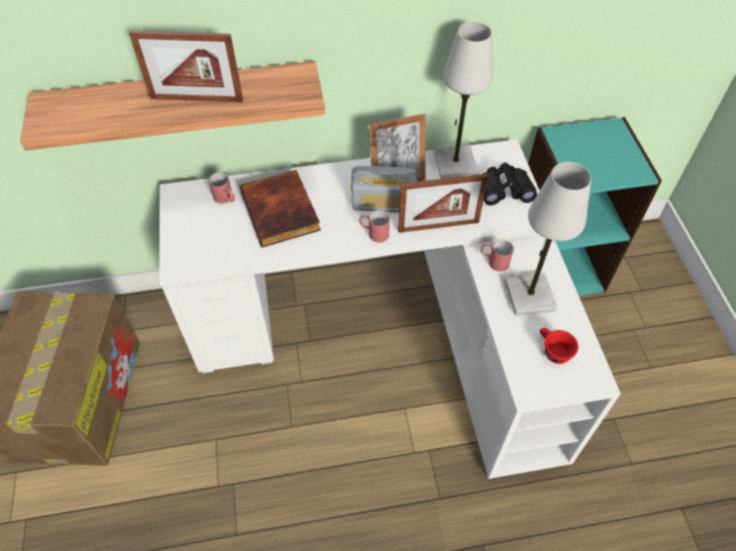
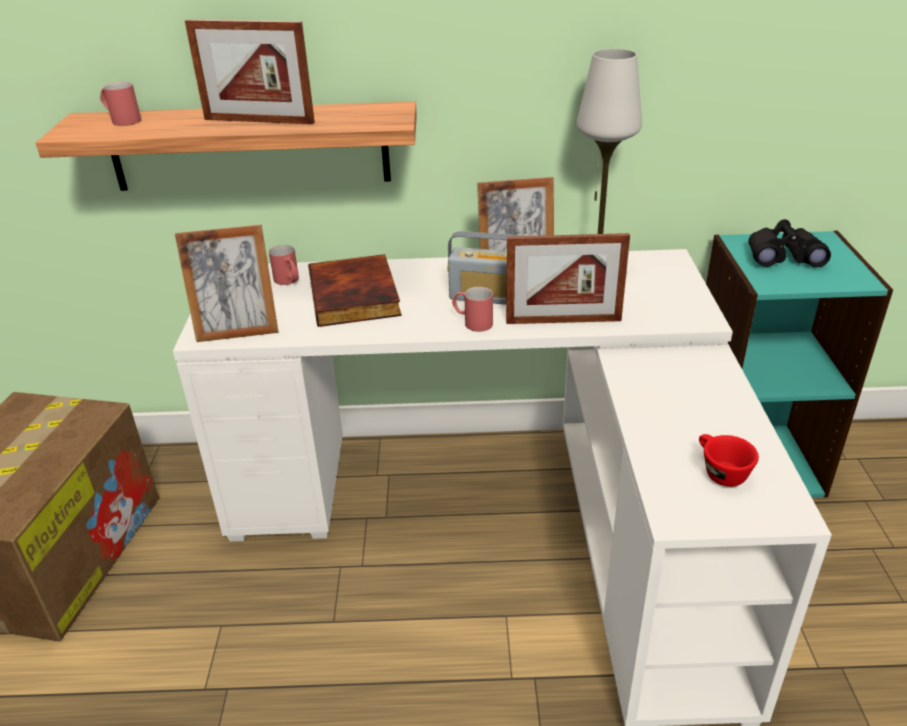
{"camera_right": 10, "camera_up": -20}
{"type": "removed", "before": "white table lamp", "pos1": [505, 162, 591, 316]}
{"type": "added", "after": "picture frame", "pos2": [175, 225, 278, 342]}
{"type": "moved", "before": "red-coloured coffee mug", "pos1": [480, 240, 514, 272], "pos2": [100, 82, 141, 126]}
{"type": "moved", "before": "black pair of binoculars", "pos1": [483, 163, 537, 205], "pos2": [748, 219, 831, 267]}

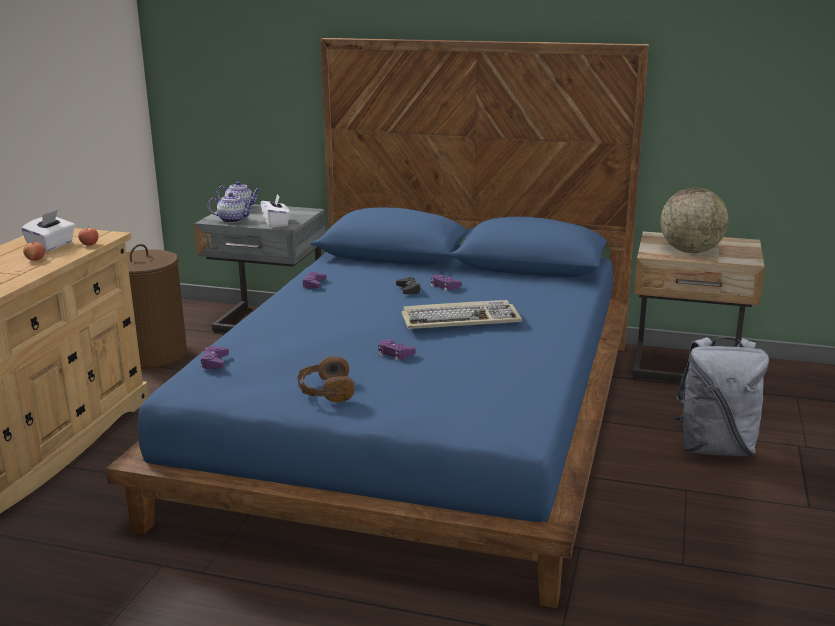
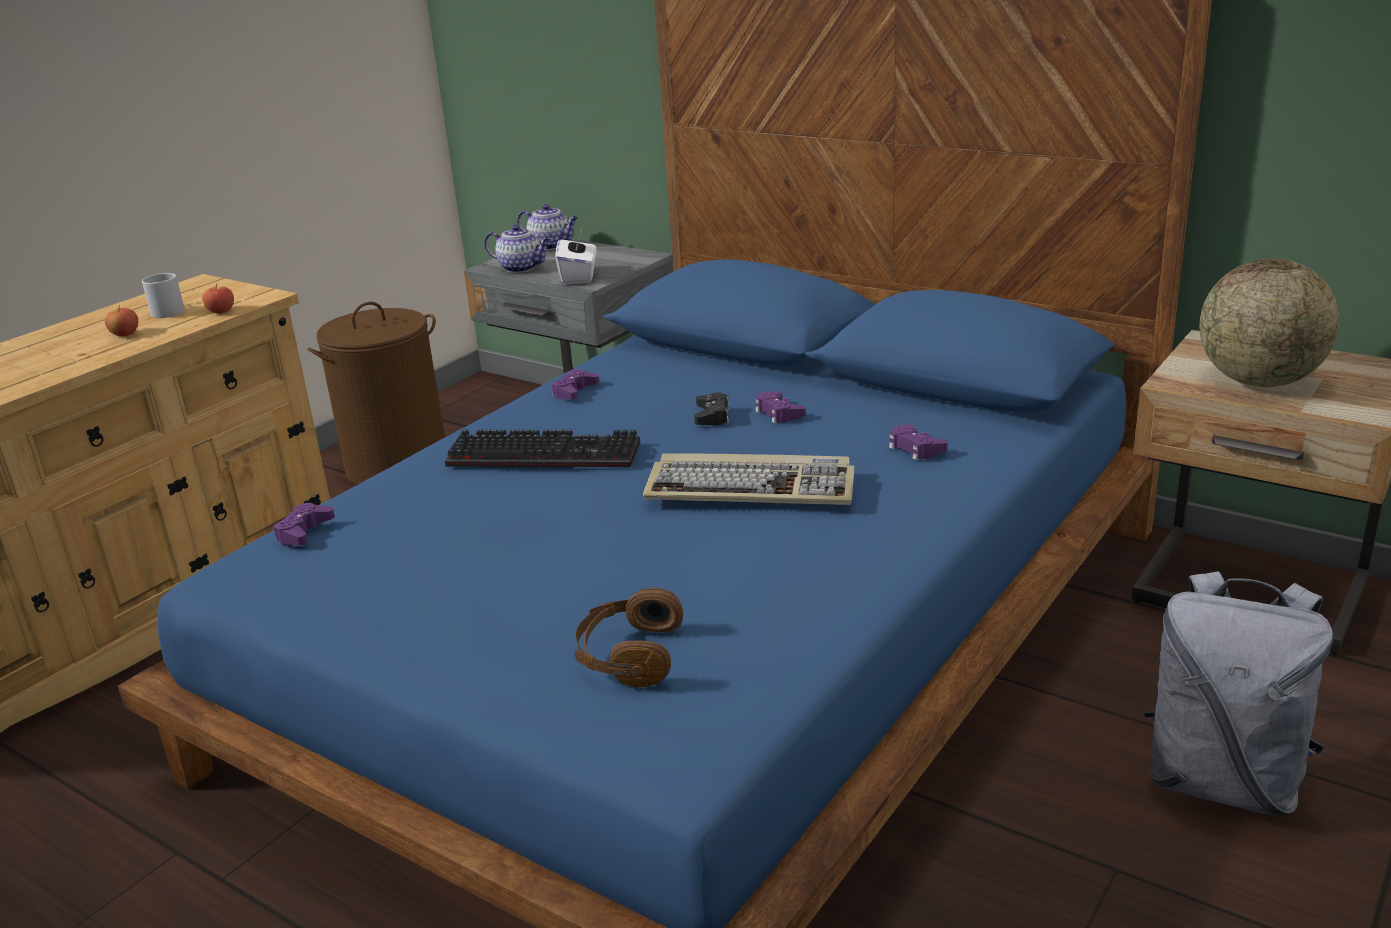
{"camera_right": 20, "camera_up": 5}
{"type": "added", "after": "keyboard", "pos2": [445, 430, 640, 468]}
{"type": "moved", "before": "brownish pair of headphones", "pos1": [298, 356, 355, 402], "pos2": [574, 588, 683, 687]}
{"type": "moved", "before": "purplish joypad", "pos1": [378, 340, 416, 361], "pos2": [889, 424, 948, 460]}
{"type": "replaced", "before": "white tissue box", "after": "white coffee mug", "pos1": [21, 210, 75, 252], "pos2": [142, 273, 185, 318]}

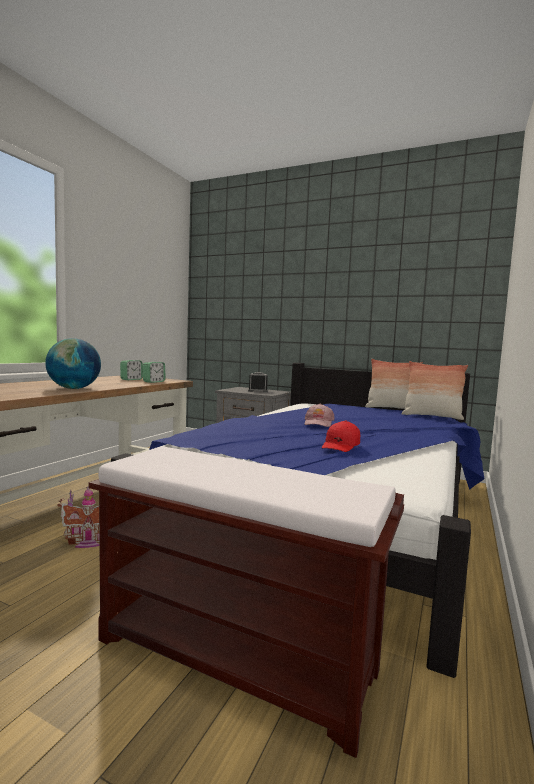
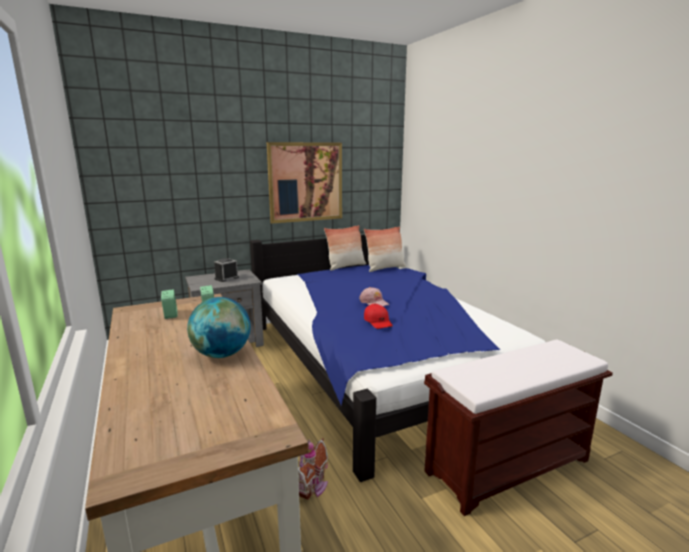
{"camera_right": -50, "camera_up": 10}
{"type": "added", "after": "wall picture", "pos2": [267, 142, 342, 223]}
{"type": "moved", "before": "red-coloured peaked cap", "pos1": [322, 420, 360, 452], "pos2": [364, 304, 393, 329]}

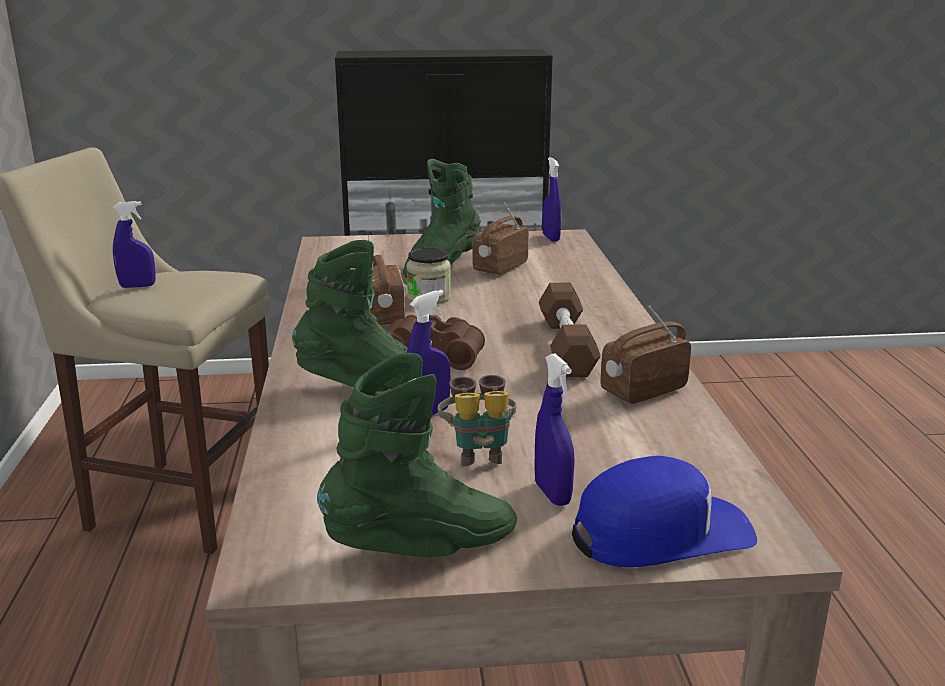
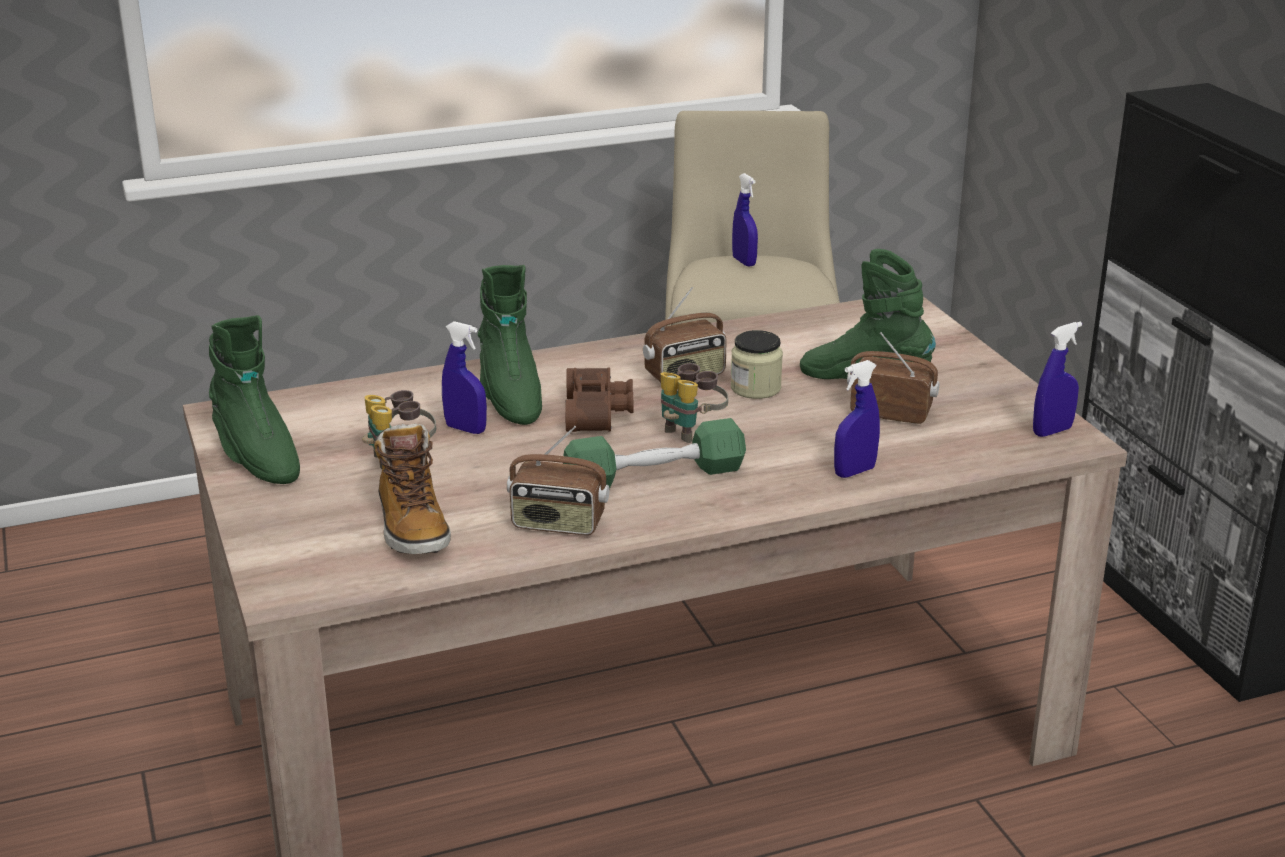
{"camera_right": 75, "camera_up": 5}
{"type": "removed", "before": "bluish peaked cap", "pos1": [572, 456, 757, 567]}
{"type": "added", "after": "tall boot", "pos2": [374, 423, 451, 554]}
{"type": "added", "after": "pair of binoculars", "pos2": [661, 363, 728, 443]}
{"type": "moved", "before": "bluish spray bottle", "pos1": [535, 353, 575, 506], "pos2": [834, 360, 880, 478]}
{"type": "recoloured", "before": "brownish dumbbell", "after": "greenish dumbbell", "pos1": [539, 283, 601, 377], "pos2": [563, 418, 746, 489]}
{"type": "turned", "before": "radio set", "pos1": [601, 306, 691, 404], "pos2": [507, 426, 609, 535], "turn": 150}

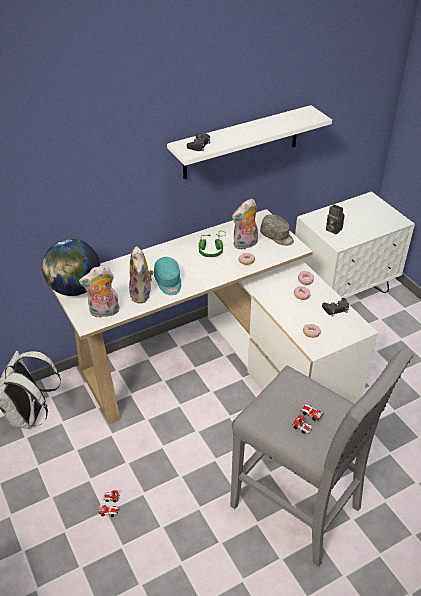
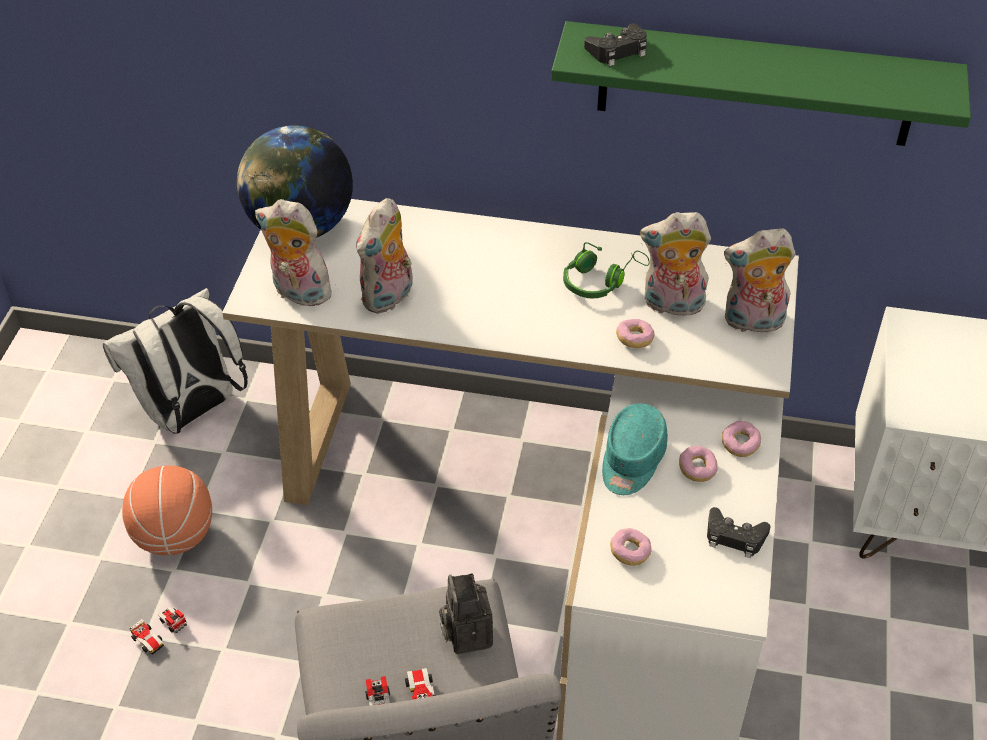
{"camera_right": 40, "camera_up": 5}
{"type": "added", "after": "basketball ball", "pos2": [122, 465, 212, 555]}
{"type": "moved", "before": "turquoise-coloured peaked cap", "pos1": [154, 257, 181, 295], "pos2": [602, 404, 668, 495]}
{"type": "moved", "before": "still camera", "pos1": [326, 204, 345, 234], "pos2": [439, 574, 493, 654]}
{"type": "replaced", "before": "grey peaked cap", "after": "soft toy", "pos1": [260, 214, 294, 246], "pos2": [724, 228, 796, 337]}
{"type": "recoloured", "before": "white wall shelf", "after": "greenish wall shelf", "pos1": [167, 105, 332, 179], "pos2": [551, 21, 971, 146]}

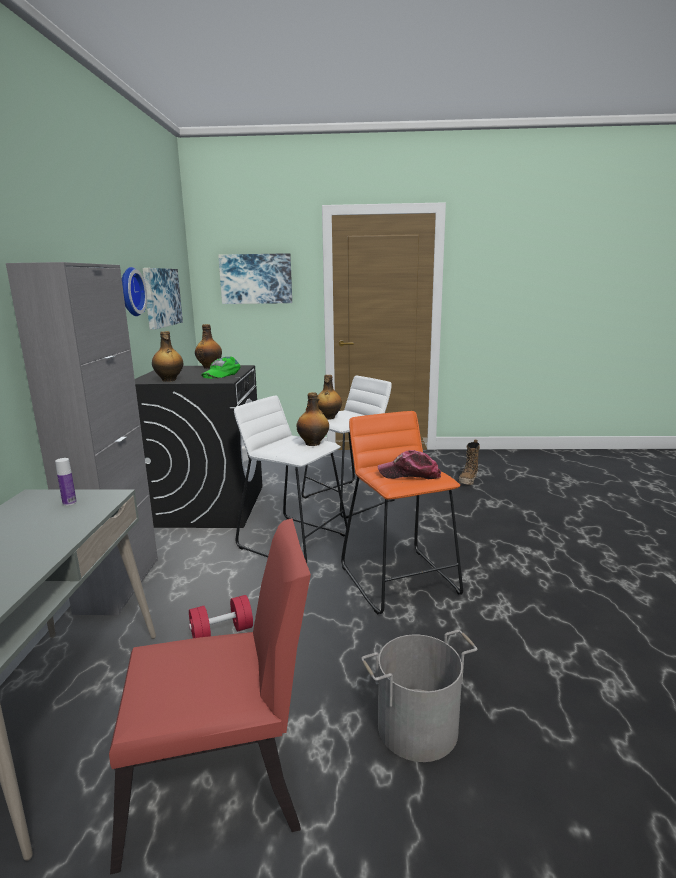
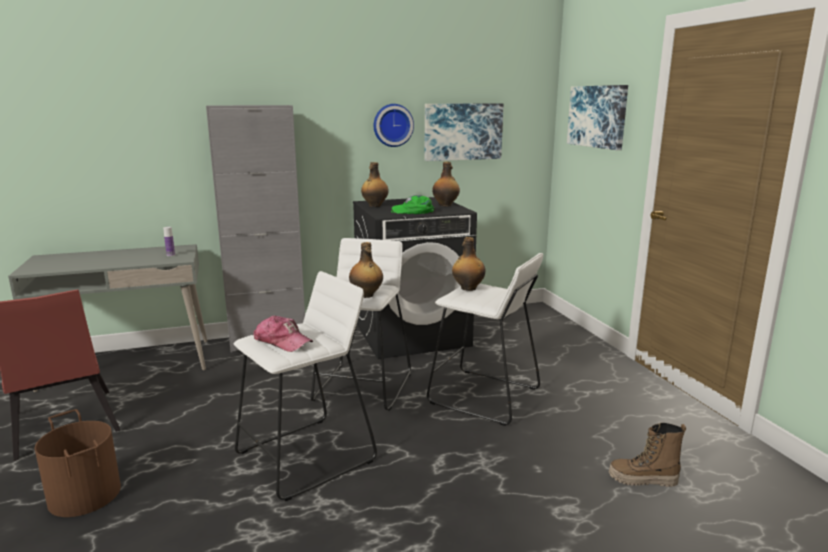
{"camera_right": 70, "camera_up": 0}
{"type": "removed", "before": "red-coloured dumbbell", "pos1": [189, 595, 253, 638]}
{"type": "recoloured", "before": "orange-coloured stool seat", "after": "white stool seat", "pos1": [341, 411, 463, 614], "pos2": [233, 271, 377, 501]}
{"type": "recoloured", "before": "grey bucket", "after": "brownish bucket", "pos1": [361, 630, 477, 762], "pos2": [35, 409, 121, 517]}
{"type": "turned", "before": "peaked cap", "pos1": [378, 450, 441, 479], "pos2": [253, 315, 313, 352], "turn": 135}

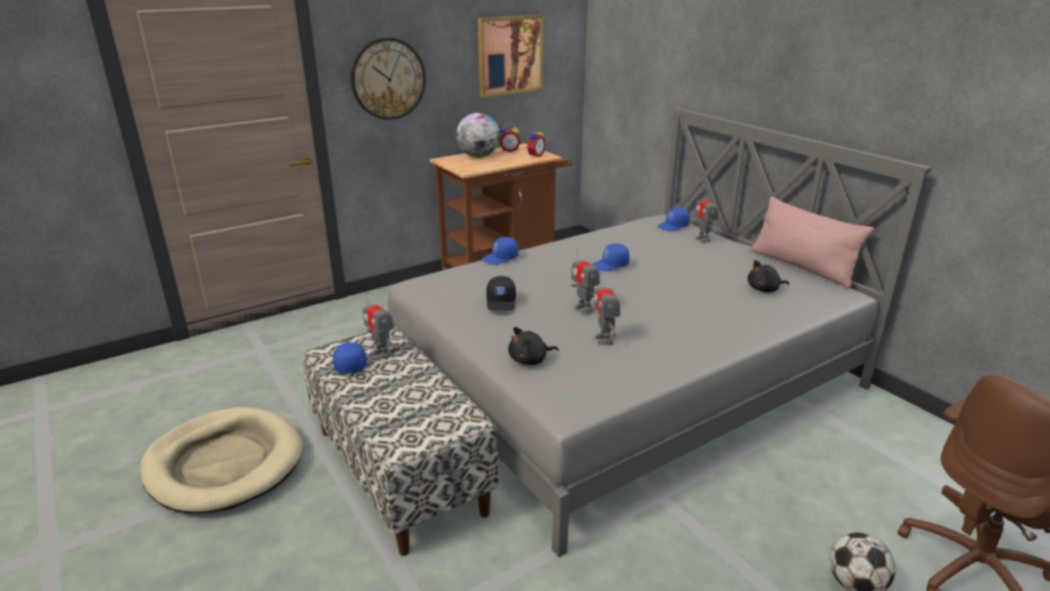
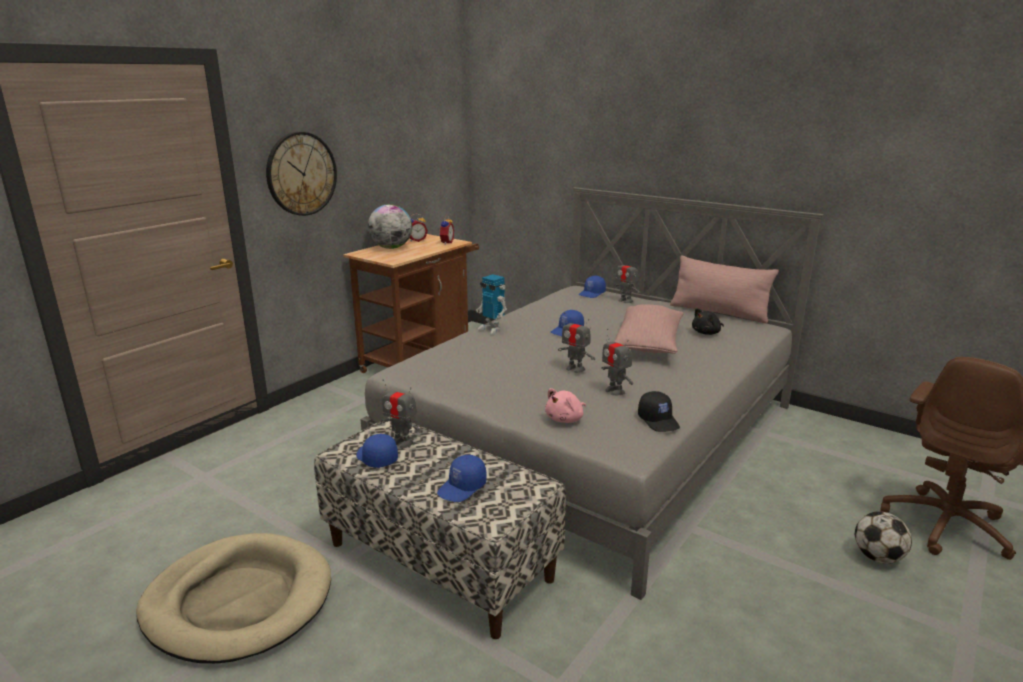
{"camera_right": -20, "camera_up": -5}
{"type": "removed", "before": "wall picture", "pos1": [478, 15, 543, 97]}
{"type": "added", "after": "toy robot", "pos2": [476, 274, 507, 335]}
{"type": "added", "after": "pink cushion", "pos2": [614, 304, 684, 354]}
{"type": "moved", "before": "bluish peaked cap", "pos1": [482, 237, 518, 265], "pos2": [437, 455, 487, 502]}
{"type": "moved", "before": "black peaked cap", "pos1": [486, 276, 516, 311], "pos2": [638, 391, 680, 432]}
{"type": "recoloured", "before": "black soft toy", "after": "pink soft toy", "pos1": [508, 327, 559, 365], "pos2": [545, 388, 586, 423]}

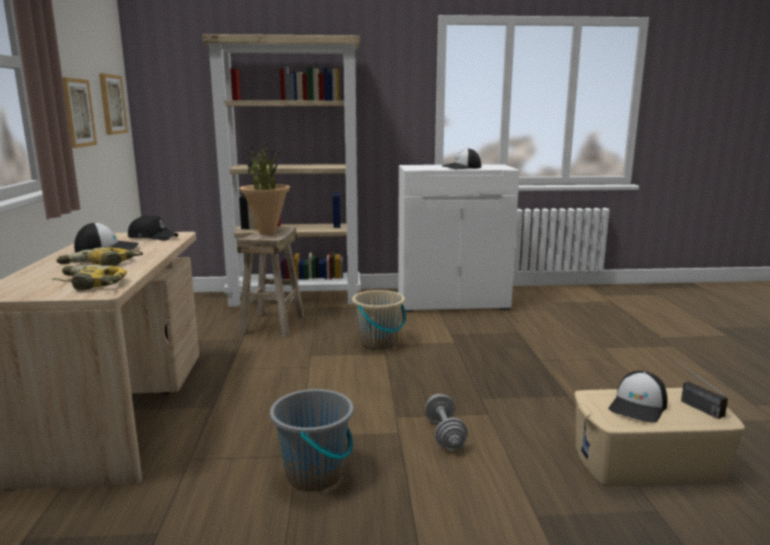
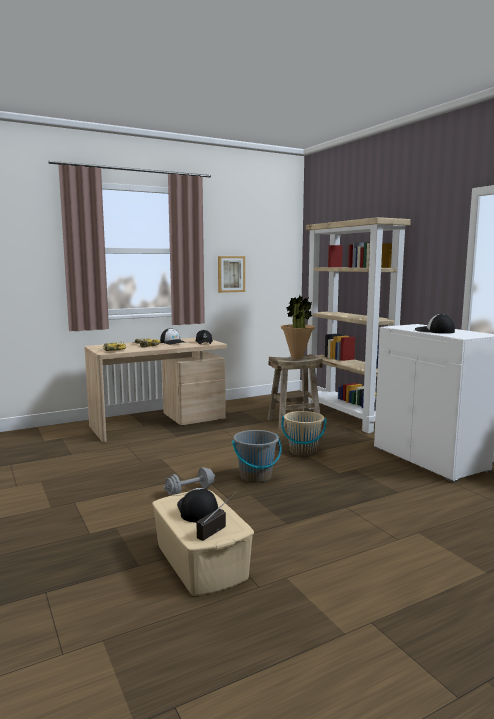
{"camera_right": 65, "camera_up": -5}
{"type": "removed", "before": "wall picture", "pos1": [99, 73, 128, 135]}
{"type": "moved", "before": "grey bucket", "pos1": [270, 388, 354, 492], "pos2": [232, 430, 282, 483]}
{"type": "turned", "before": "peaked cap", "pos1": [608, 371, 668, 423], "pos2": [177, 488, 218, 523], "turn": 60}

